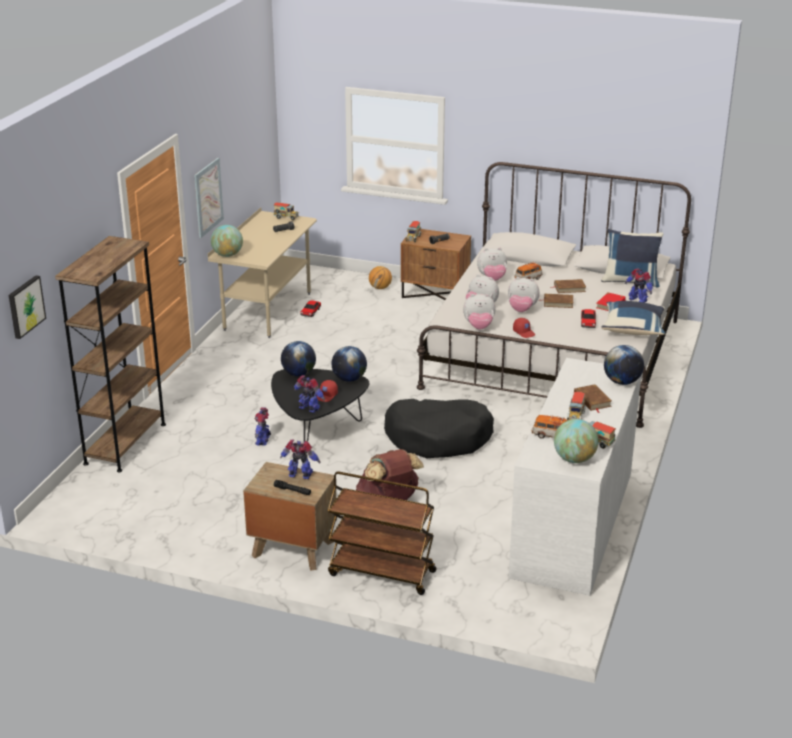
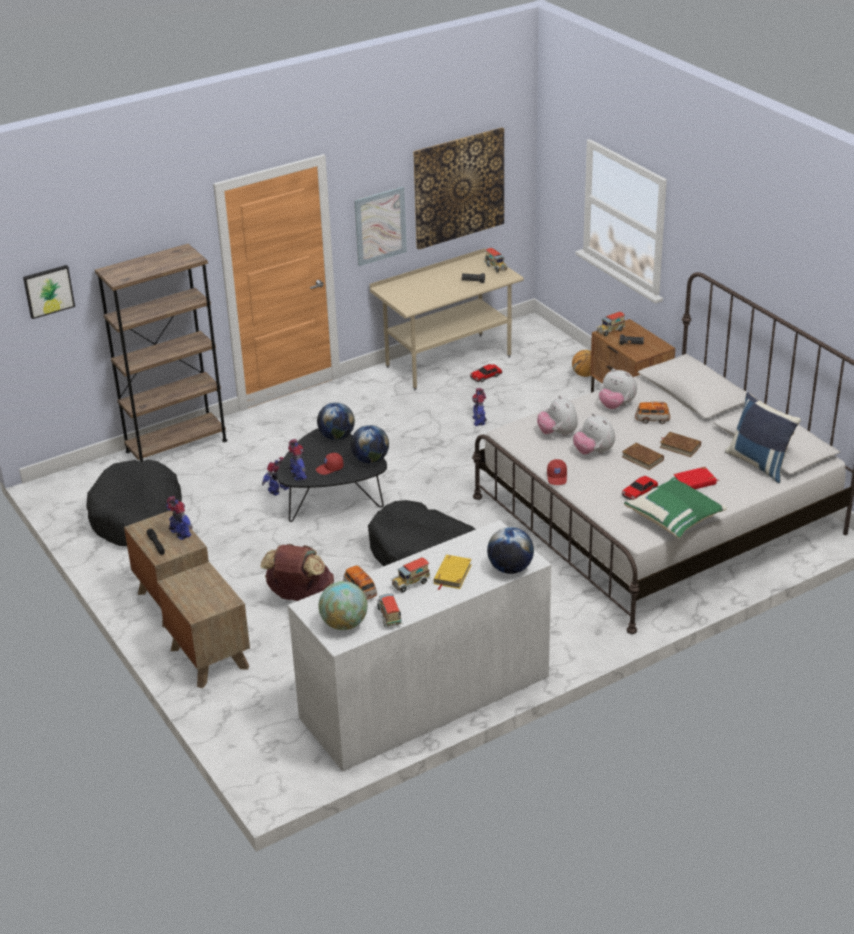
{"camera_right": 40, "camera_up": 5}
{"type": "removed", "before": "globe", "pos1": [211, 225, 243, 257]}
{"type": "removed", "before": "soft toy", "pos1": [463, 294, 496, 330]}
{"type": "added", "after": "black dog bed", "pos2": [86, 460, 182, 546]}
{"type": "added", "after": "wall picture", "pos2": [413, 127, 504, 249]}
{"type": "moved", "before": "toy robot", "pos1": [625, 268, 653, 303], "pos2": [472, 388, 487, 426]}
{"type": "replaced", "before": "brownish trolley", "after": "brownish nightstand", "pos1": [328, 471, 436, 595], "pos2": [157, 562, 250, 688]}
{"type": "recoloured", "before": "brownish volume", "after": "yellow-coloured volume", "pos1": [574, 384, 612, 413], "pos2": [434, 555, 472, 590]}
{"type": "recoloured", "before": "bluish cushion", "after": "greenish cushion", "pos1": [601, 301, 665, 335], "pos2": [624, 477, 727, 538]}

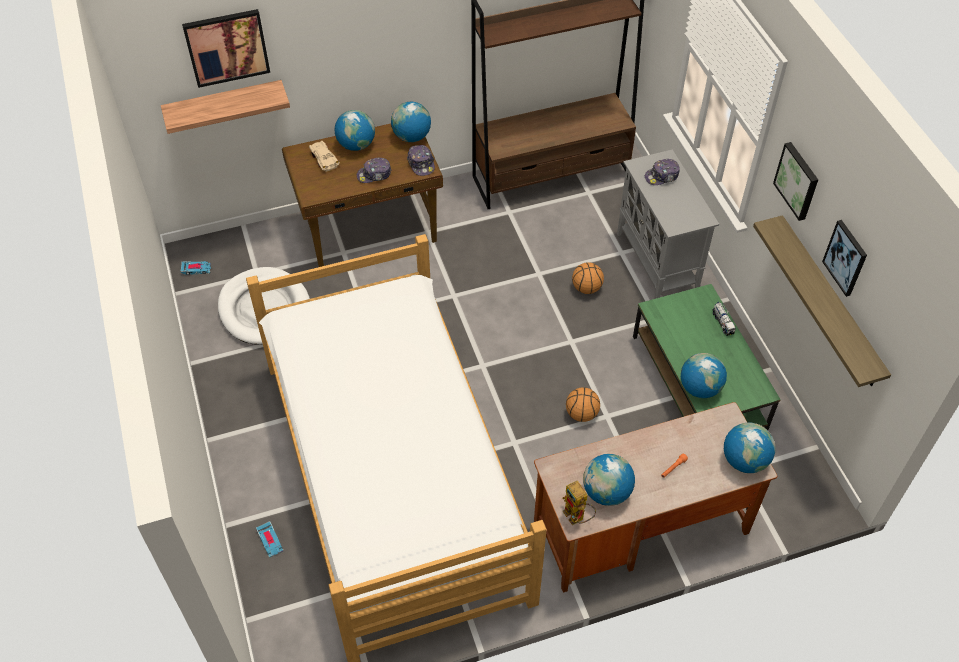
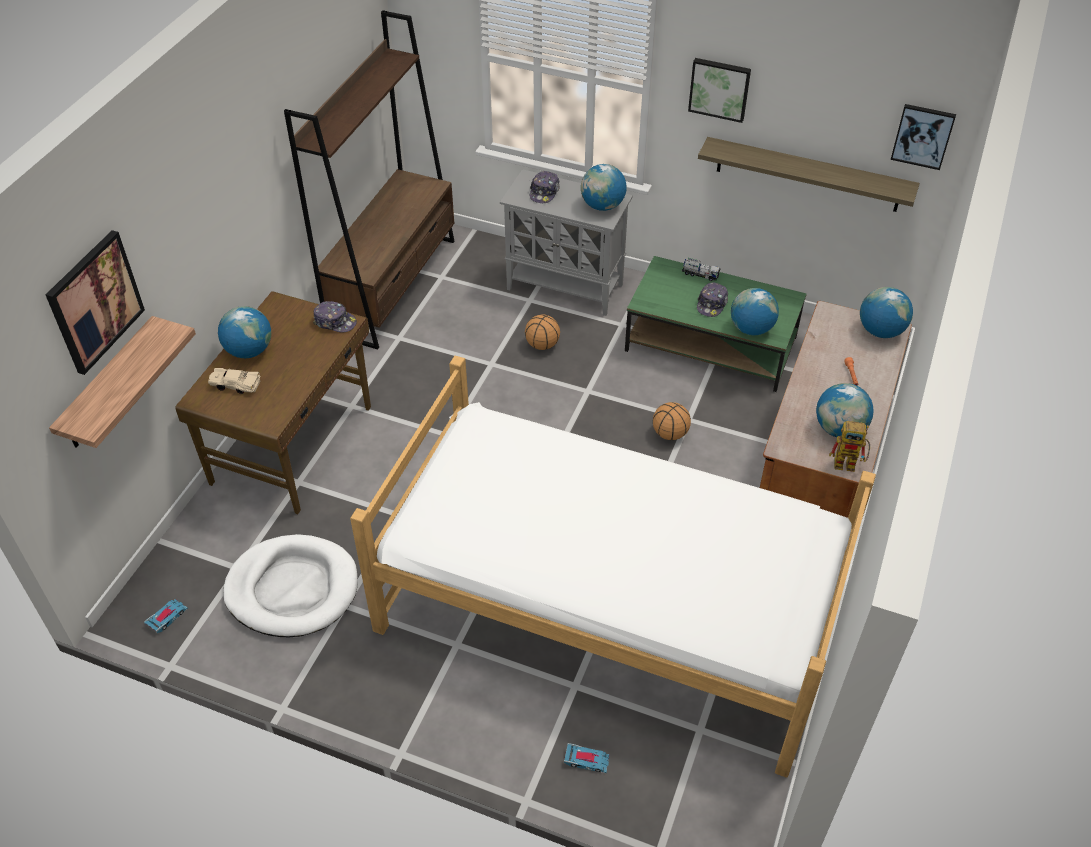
{"camera_right": -50, "camera_up": -5}
{"type": "moved", "before": "peaked cap", "pos1": [357, 158, 391, 183], "pos2": [697, 282, 728, 317]}
{"type": "moved", "before": "globe", "pos1": [391, 102, 431, 142], "pos2": [581, 164, 627, 211]}
{"type": "moved", "before": "wall picture", "pos1": [822, 220, 867, 297], "pos2": [891, 104, 956, 170]}

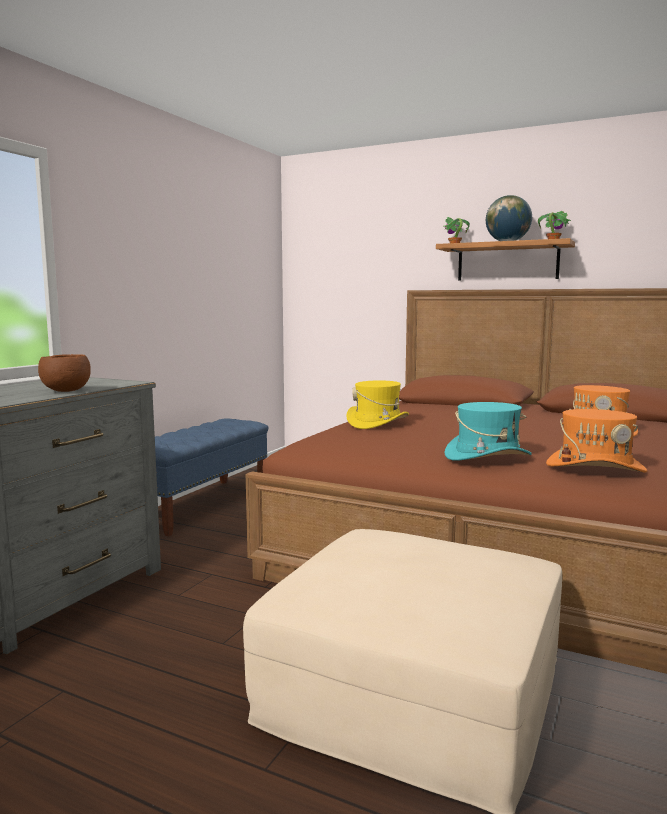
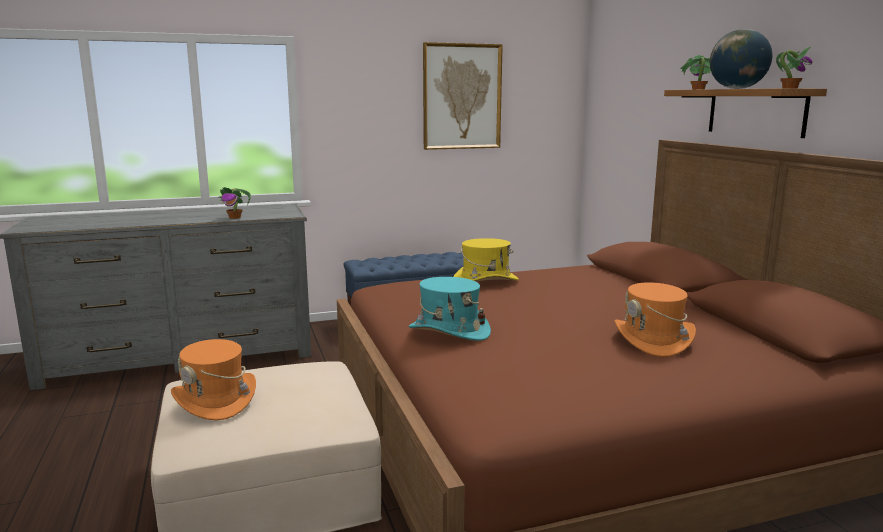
{"camera_right": 45, "camera_up": 5}
{"type": "added", "after": "wall picture", "pos2": [423, 42, 503, 150]}
{"type": "moved", "before": "orange-coloured wearable hat", "pos1": [546, 409, 647, 473], "pos2": [171, 339, 256, 420]}
{"type": "replaced", "before": "brownish deep dish", "after": "houseplant", "pos1": [38, 354, 91, 392], "pos2": [217, 187, 251, 219]}

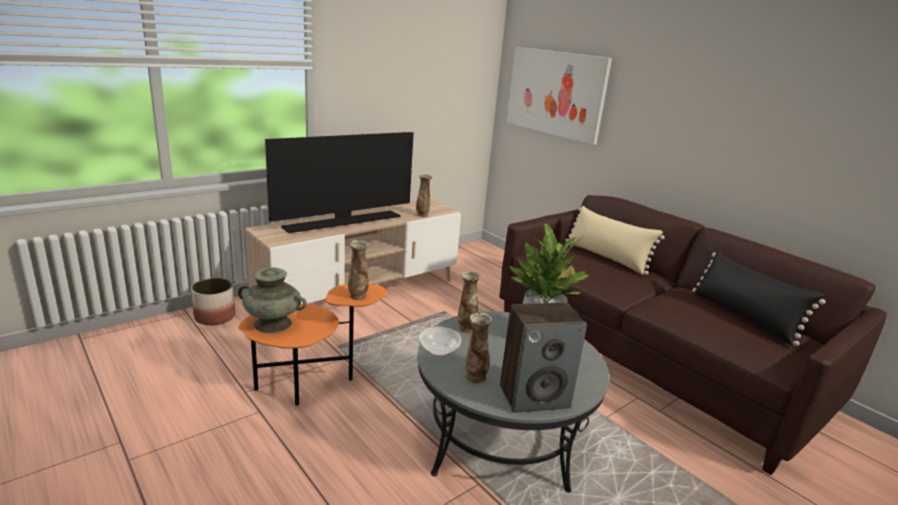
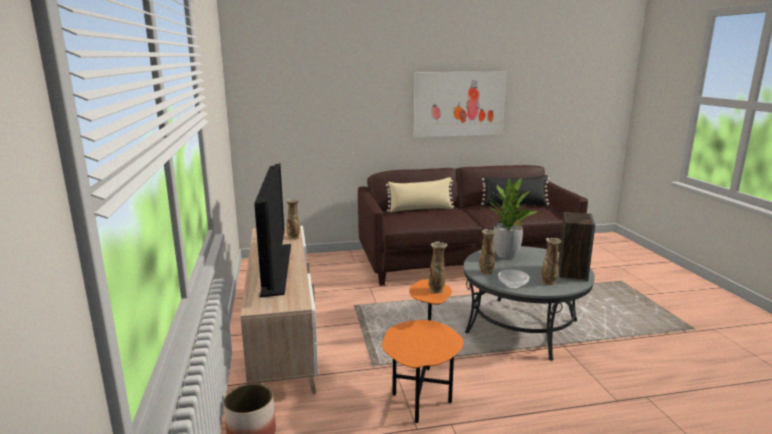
{"camera_right": -60, "camera_up": -5}
{"type": "removed", "before": "turquoise-coloured flower vase", "pos1": [238, 267, 307, 333]}
{"type": "moved", "before": "wall picture", "pos1": [506, 47, 612, 145], "pos2": [413, 72, 507, 137]}

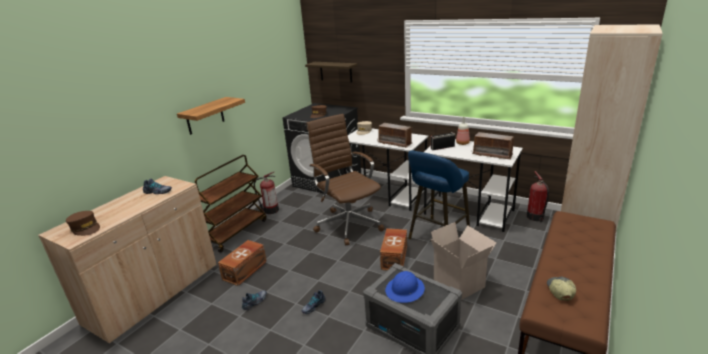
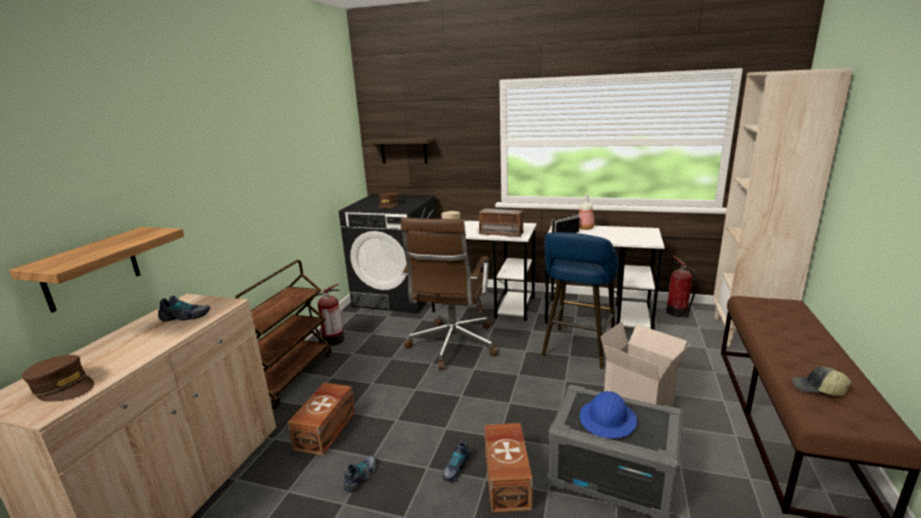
{"camera_right": -15, "camera_up": -5}
{"type": "removed", "before": "radio set", "pos1": [472, 132, 516, 160]}
{"type": "moved", "before": "wall shelf", "pos1": [177, 97, 245, 135], "pos2": [9, 227, 184, 313]}
{"type": "moved", "before": "brownish storage bin", "pos1": [380, 228, 407, 271], "pos2": [485, 423, 532, 513]}
{"type": "turned", "before": "brownish computer chair", "pos1": [306, 114, 384, 245], "pos2": [401, 217, 498, 370], "turn": -120}
{"type": "turned", "before": "peaked cap", "pos1": [547, 277, 576, 300], "pos2": [792, 366, 851, 396], "turn": -60}

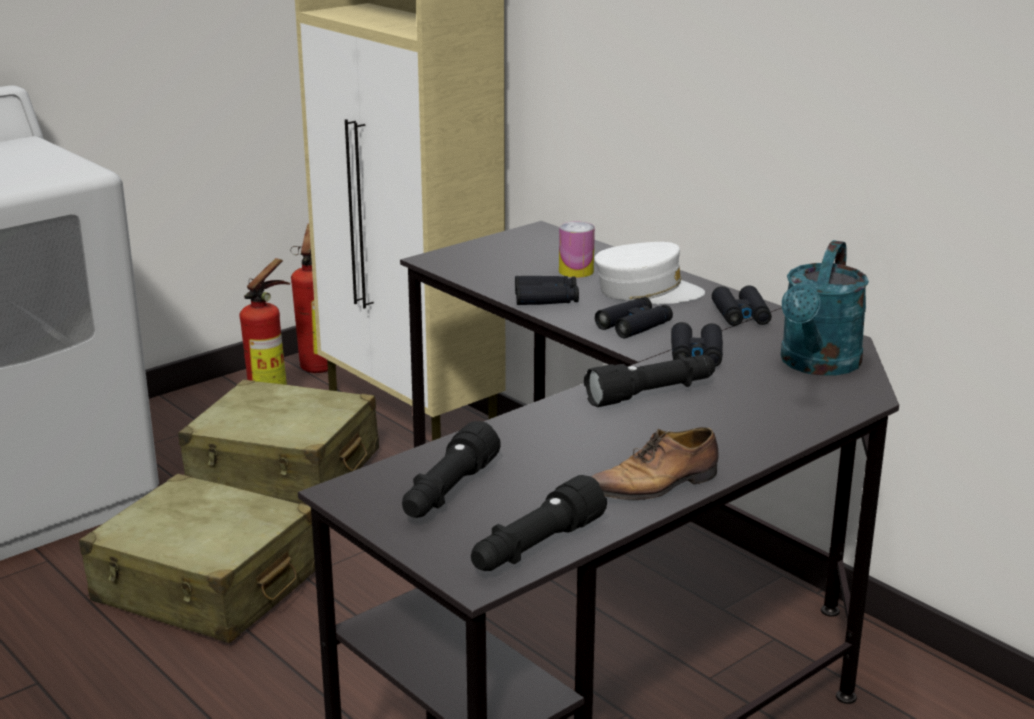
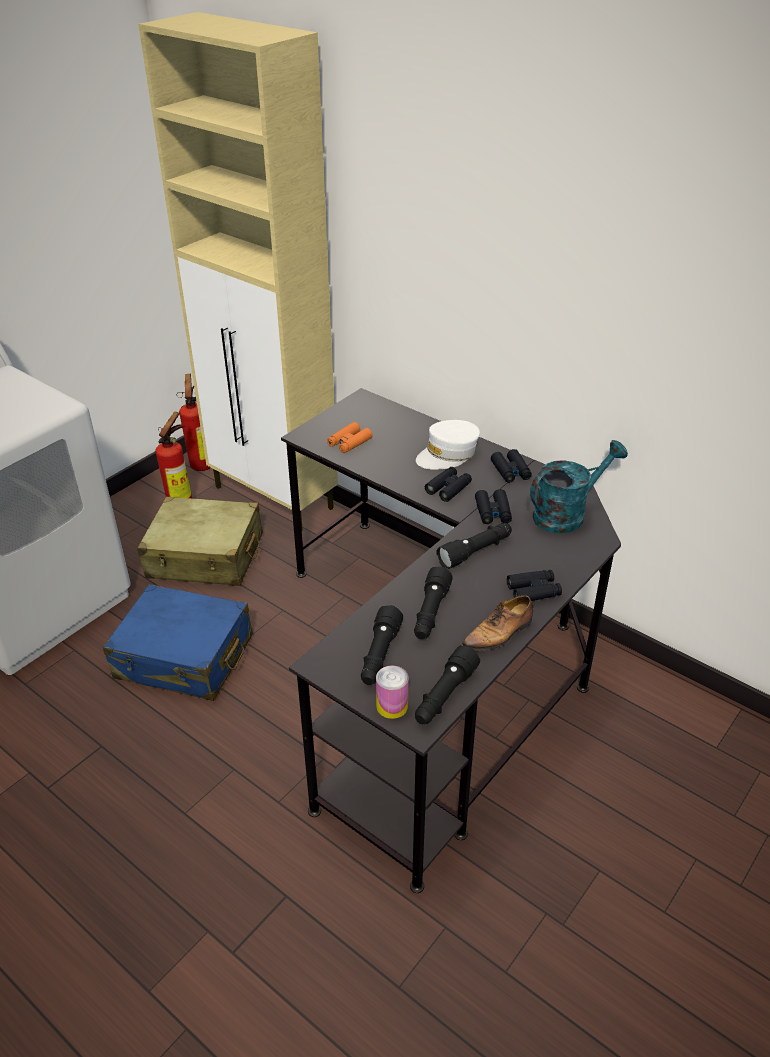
{"camera_right": -10, "camera_up": 15}
{"type": "added", "after": "orange-coloured pair of binoculars", "pos2": [327, 422, 373, 453]}
{"type": "added", "after": "black flashlight", "pos2": [414, 566, 453, 639]}
{"type": "moved", "before": "black pair of binoculars", "pos1": [515, 276, 579, 305], "pos2": [507, 570, 562, 601]}
{"type": "moved", "before": "sealed can", "pos1": [559, 222, 595, 278], "pos2": [376, 665, 409, 719]}
{"type": "recoloured", "before": "beige-coloured suitcase", "after": "bluish suitcase", "pos1": [79, 474, 315, 643], "pos2": [103, 584, 253, 701]}
{"type": "turned", "before": "white peaked cap", "pos1": [594, 242, 705, 305], "pos2": [416, 420, 480, 470], "turn": 150}
{"type": "turned", "before": "turquoise-coloured watering can", "pos1": [781, 240, 869, 376], "pos2": [530, 440, 628, 533], "turn": -135}

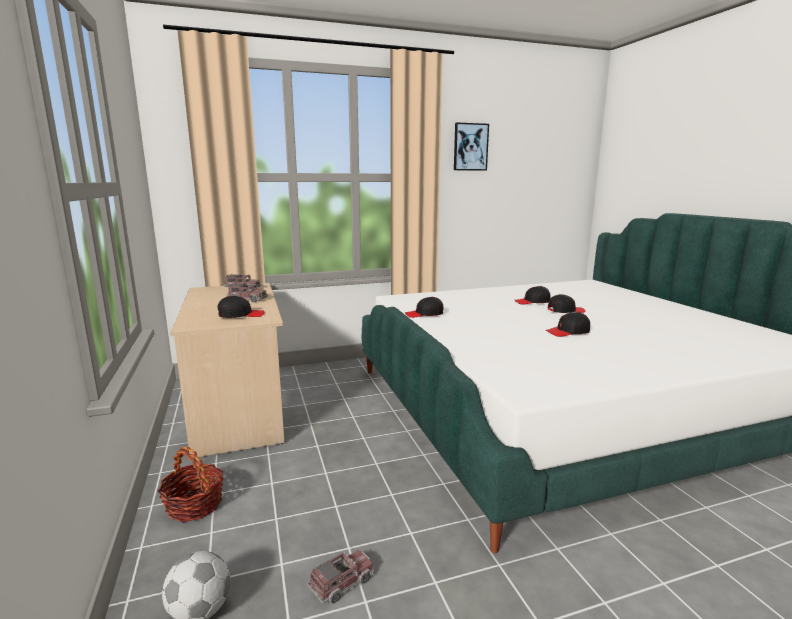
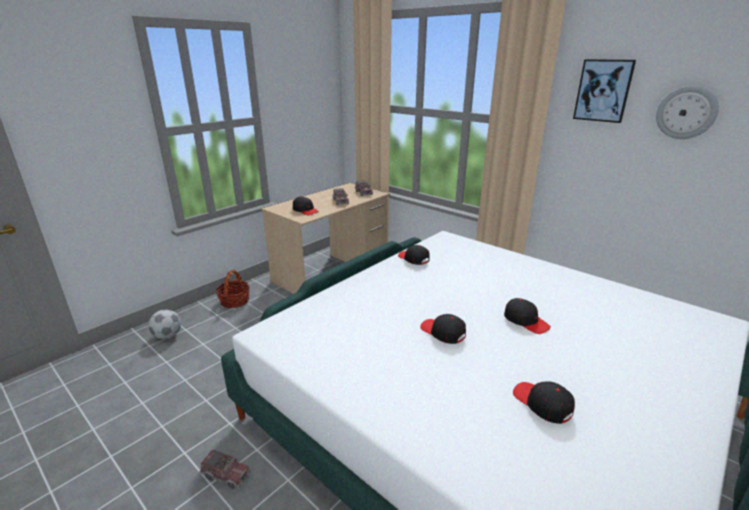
{"camera_right": 60, "camera_up": 10}
{"type": "added", "after": "wall clock", "pos2": [656, 86, 719, 139]}
{"type": "moved", "before": "model truck", "pos1": [307, 550, 374, 604], "pos2": [200, 449, 251, 489]}
{"type": "moved", "before": "black peaked cap", "pos1": [515, 286, 551, 304], "pos2": [513, 381, 575, 424]}

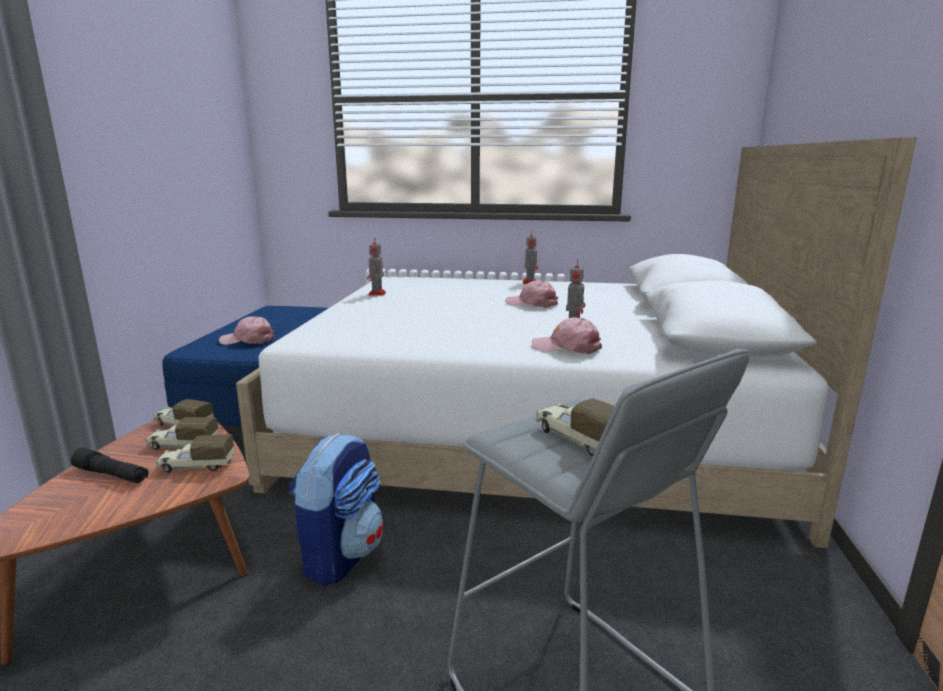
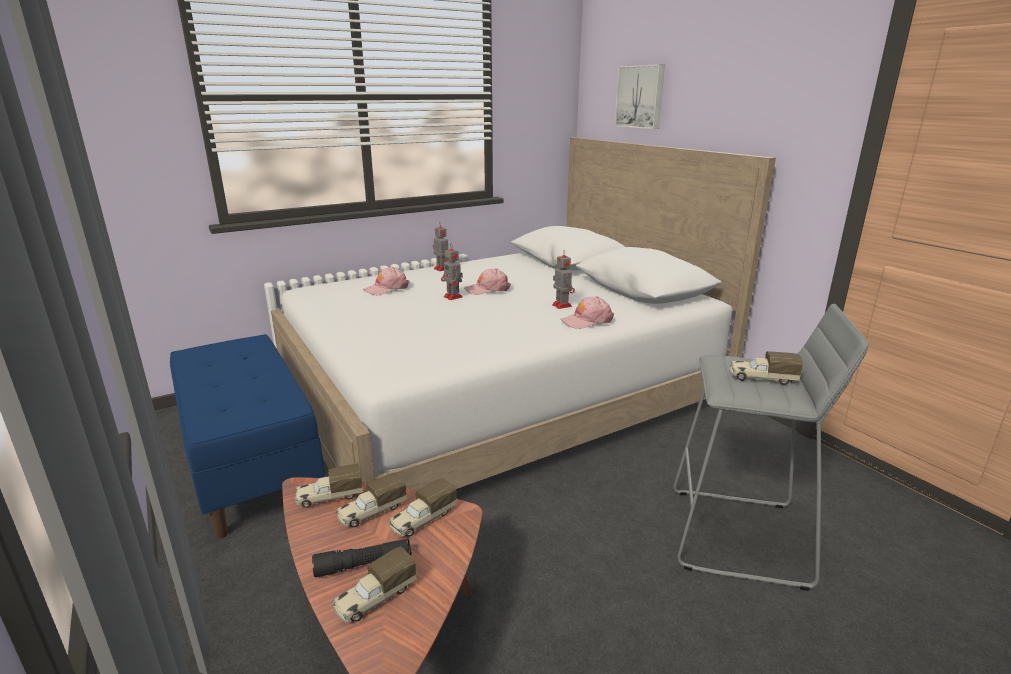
{"camera_right": -40, "camera_up": 5}
{"type": "removed", "before": "backpack", "pos1": [289, 433, 384, 586]}
{"type": "added", "after": "model truck", "pos2": [333, 547, 417, 623]}
{"type": "added", "after": "wall picture", "pos2": [615, 64, 665, 129]}
{"type": "moved", "before": "pink peaked cap", "pos1": [219, 316, 275, 345], "pos2": [363, 267, 410, 295]}
{"type": "moved", "before": "toy robot", "pos1": [367, 237, 386, 296], "pos2": [441, 243, 463, 300]}

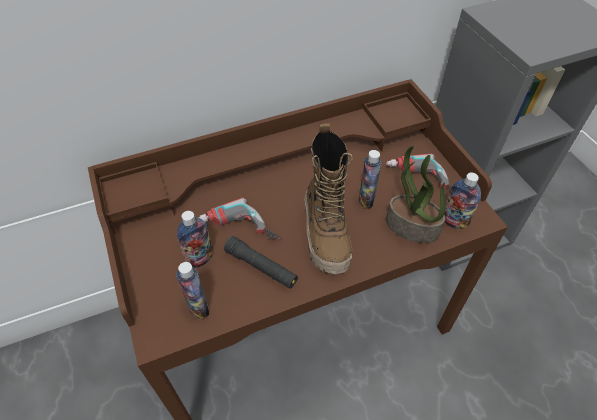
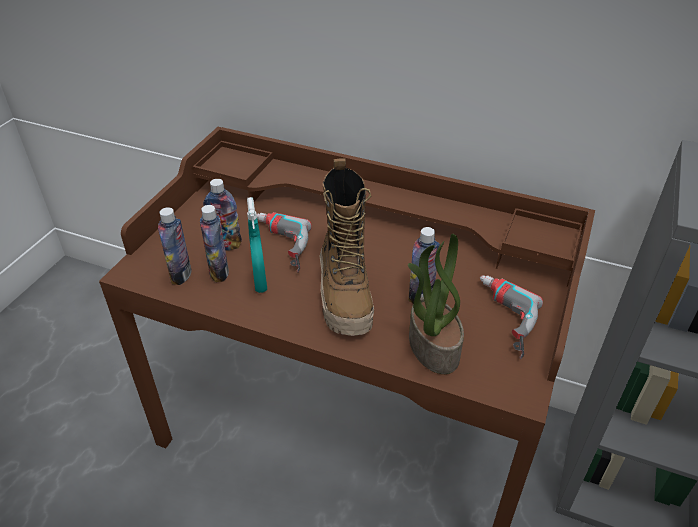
{"camera_right": 45, "camera_up": -10}
{"type": "moved", "before": "beverage bottle", "pos1": [444, 172, 481, 230], "pos2": [200, 205, 229, 282]}
{"type": "replaced", "before": "black flashlight", "after": "turquoise-coloured spray bottle", "pos1": [224, 236, 298, 289], "pos2": [247, 197, 267, 293]}
{"type": "turned", "before": "tall boot", "pos1": [304, 124, 353, 274], "pos2": [320, 158, 374, 336], "turn": -45}

